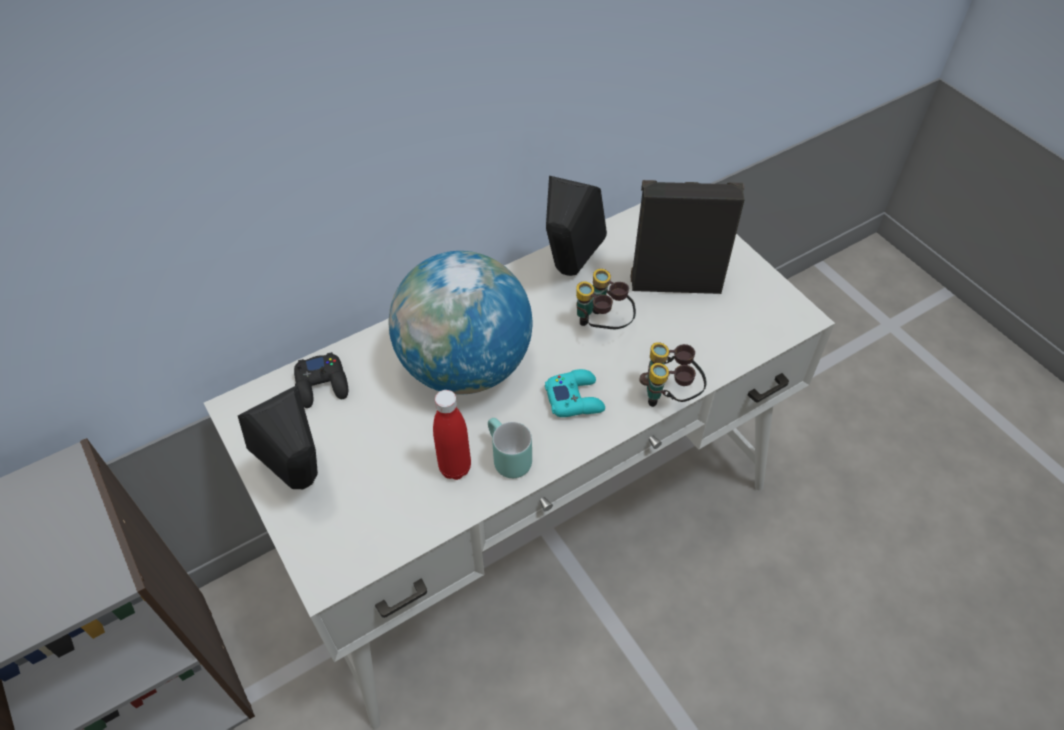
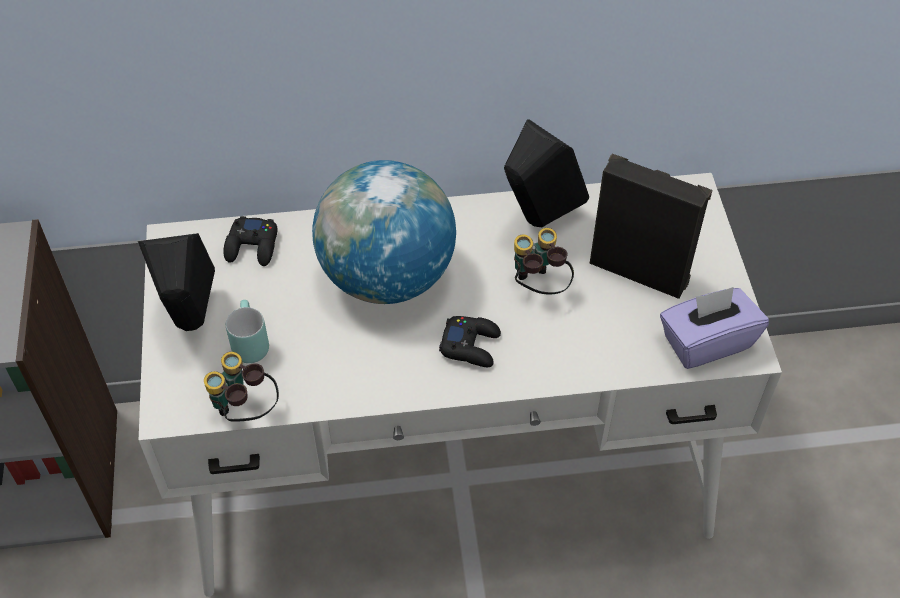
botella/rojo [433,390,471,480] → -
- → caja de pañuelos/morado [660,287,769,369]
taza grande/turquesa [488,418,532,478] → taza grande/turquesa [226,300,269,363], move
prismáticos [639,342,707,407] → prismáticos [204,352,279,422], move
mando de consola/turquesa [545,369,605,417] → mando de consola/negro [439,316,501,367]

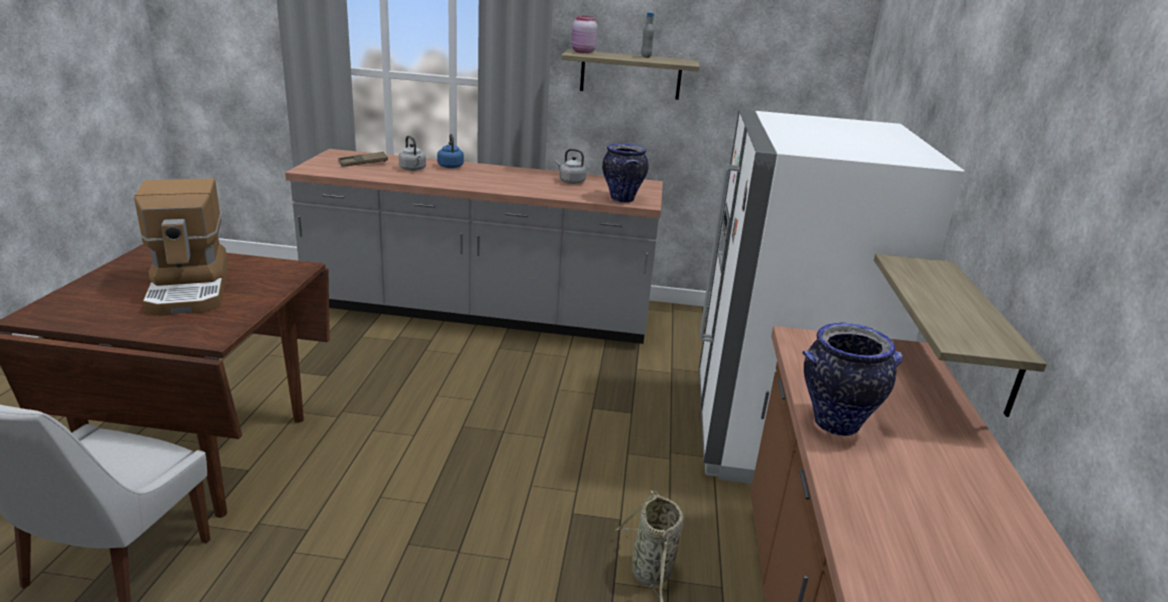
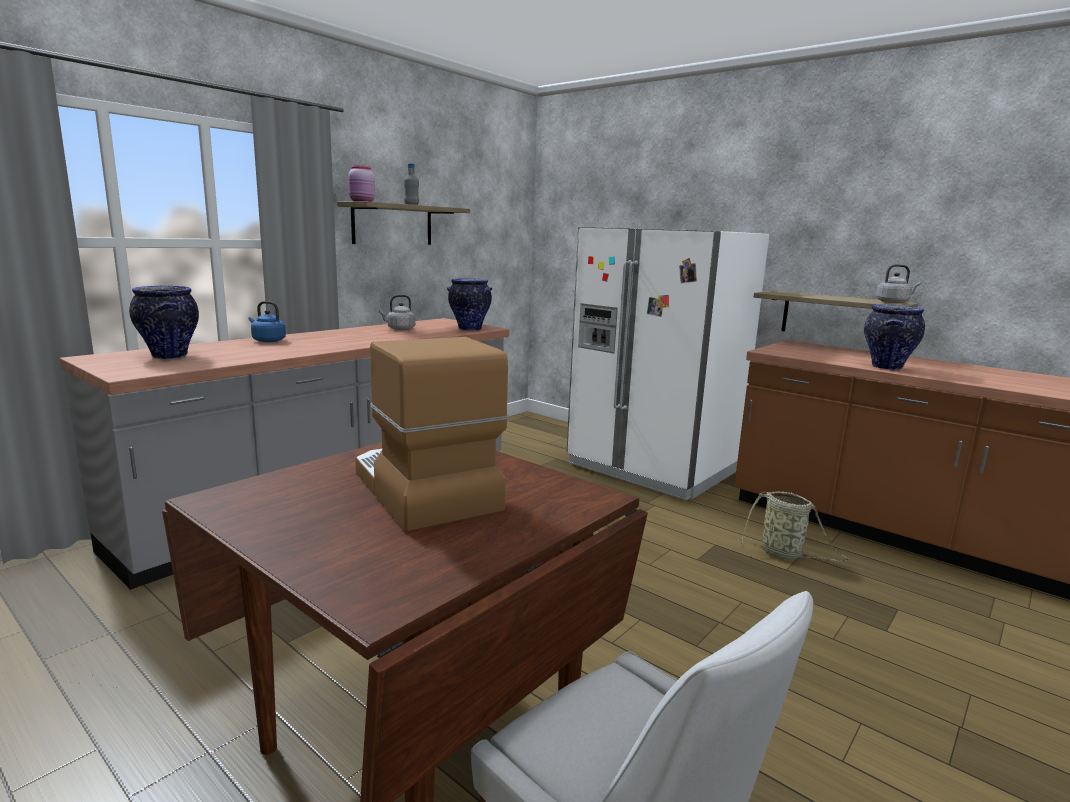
hervidor/gris [399,136,426,171] → hervidor/gris [876,264,921,303], move
bandeja/marrón [338,152,388,166] → florero [129,286,199,359]
cafetera [134,178,228,316] → cafetera [355,337,508,532], 135 degrees counterclockwise

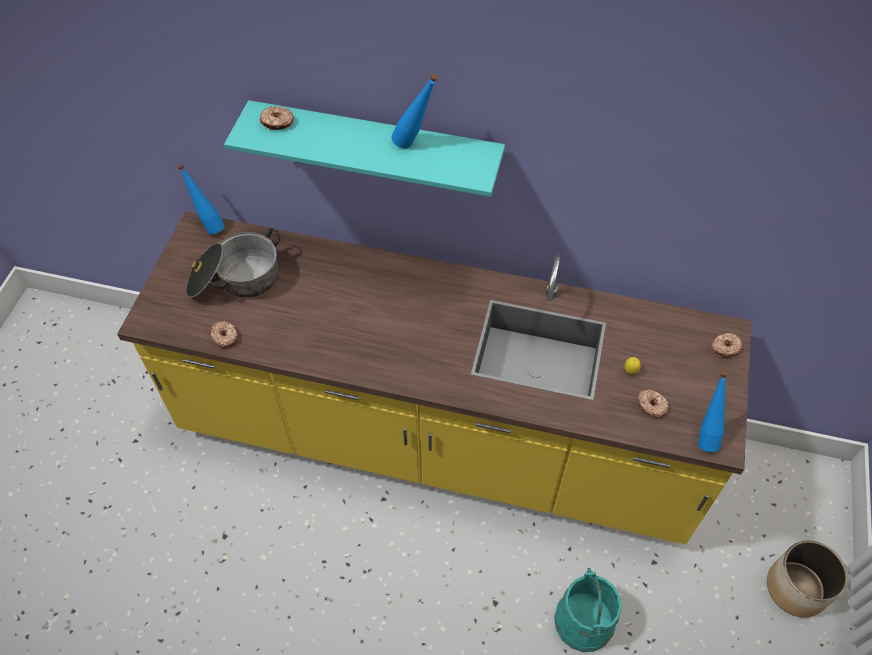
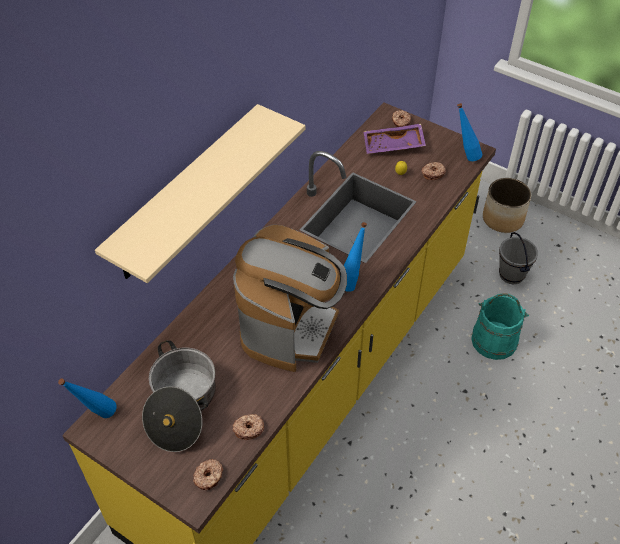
- → cafetera [233,225,347,372]
- → bandeja/morado [364,124,426,154]
- → cubo/gris [499,232,538,284]
rosquilla [259,106,294,130] → rosquilla [193,459,223,490], move
botella/azul [391,74,438,149] → botella/azul [344,222,367,292], move
estante/turquesa [224,100,505,197] → estante/beis [95,104,306,283]

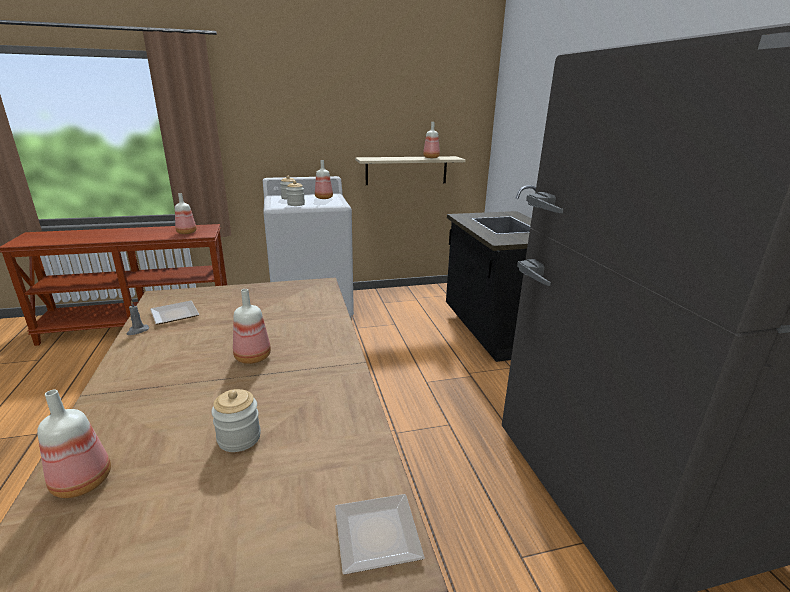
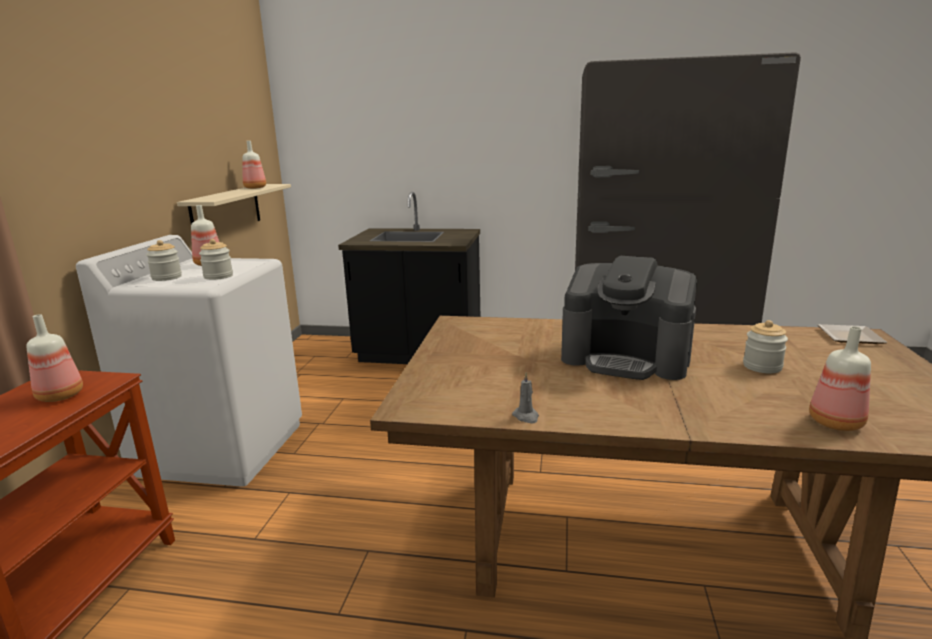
plato [150,301,200,325] → -
botella [233,289,271,364] → cafetera [561,256,697,380]

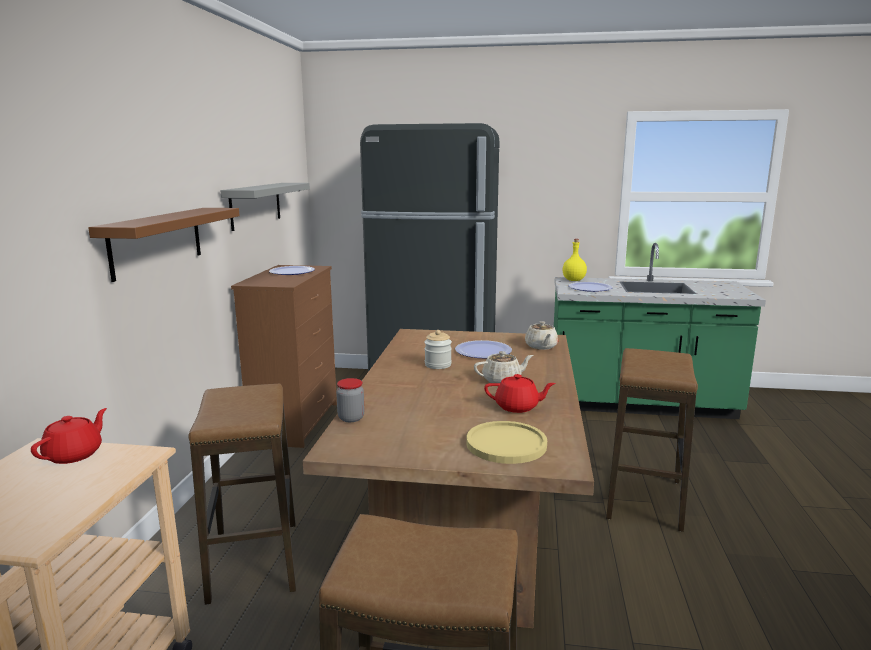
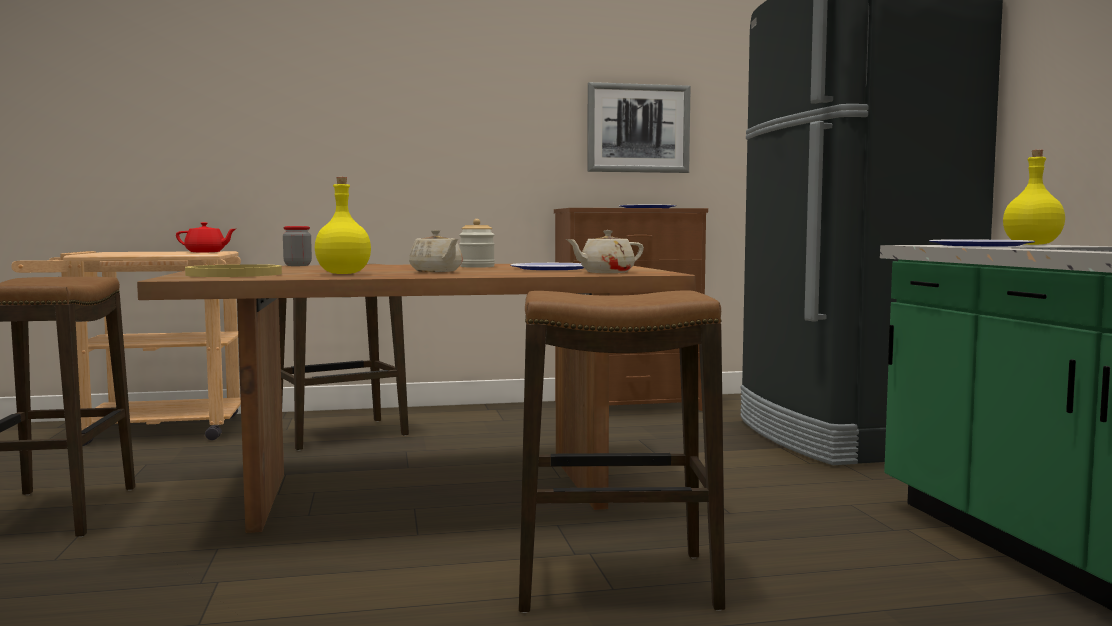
estante/marrón [88,208,240,282] → -
estante/gris [220,183,310,231] → cuadro [587,82,690,173]
tetera/rojo [484,374,556,413] → botella/amarillo [315,177,371,274]

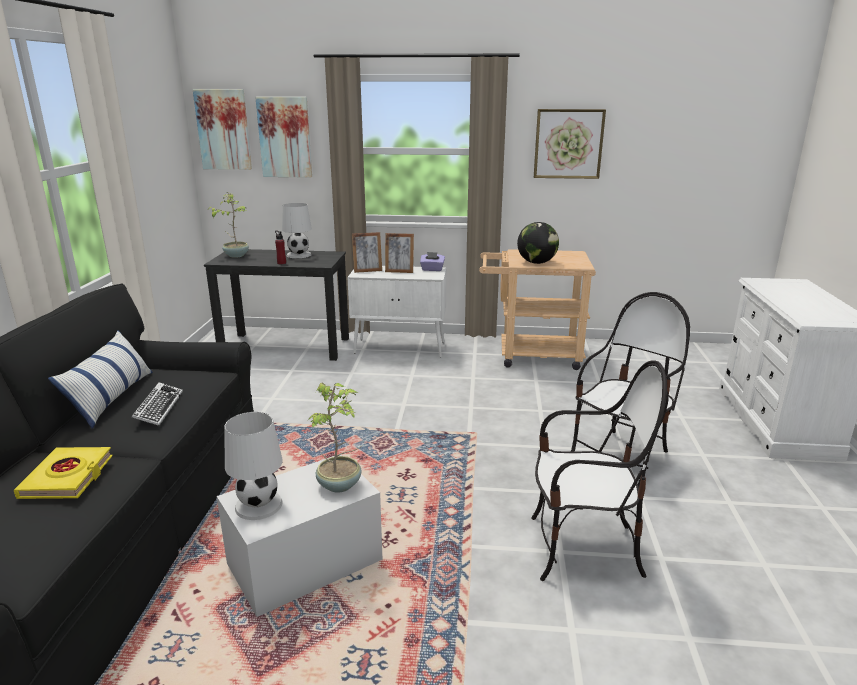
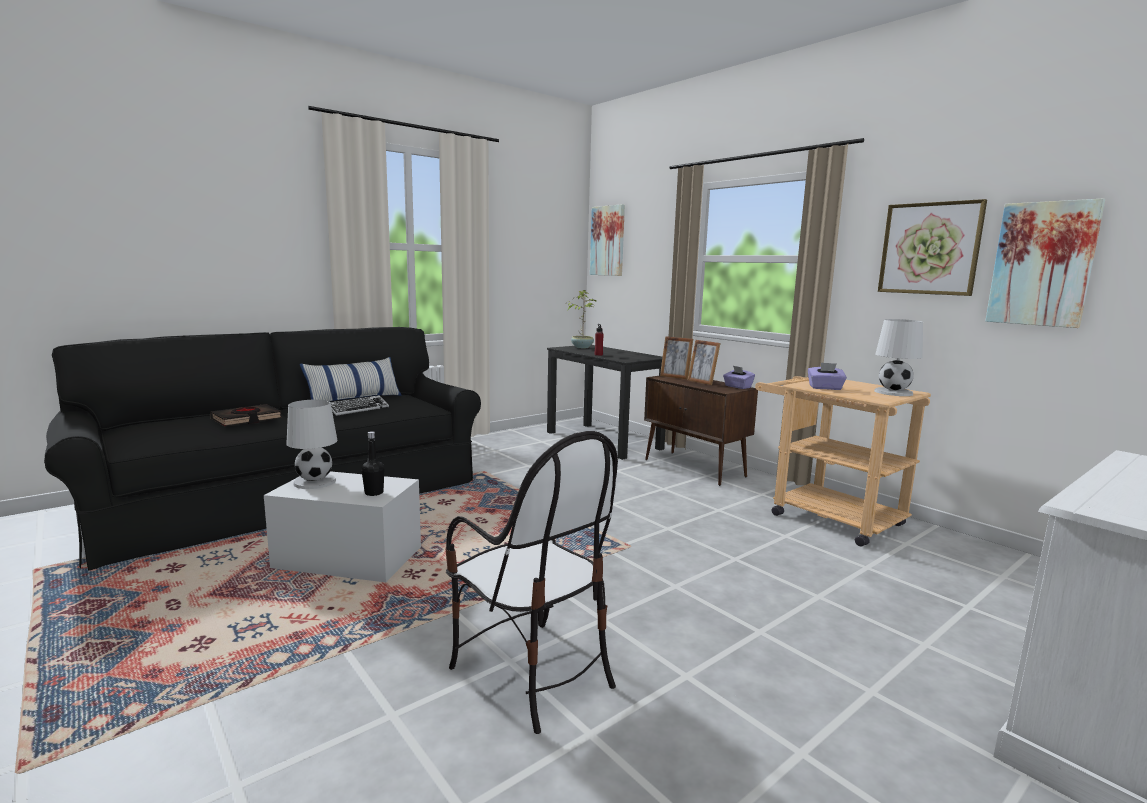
silla [571,292,690,487] → -
cuadro [255,97,312,178] → cuadro [985,198,1105,328], move
lámpara de mesa/blanco [282,203,312,258] → lámpara de mesa/blanco [874,319,923,396], move
planta en maceta [308,382,362,493] → botella/negro [361,431,385,496]
globo terráqueo [517,222,559,264] → caja de pañuelos/morado [808,362,847,390]
libro/amarillo [14,447,113,499] → libro/negro [210,404,282,427]
armario/blanco [347,266,447,357] → armario/marrón [644,376,758,486]

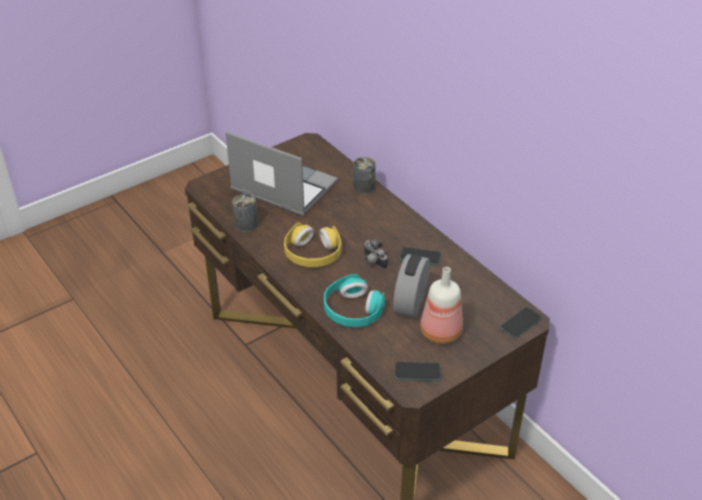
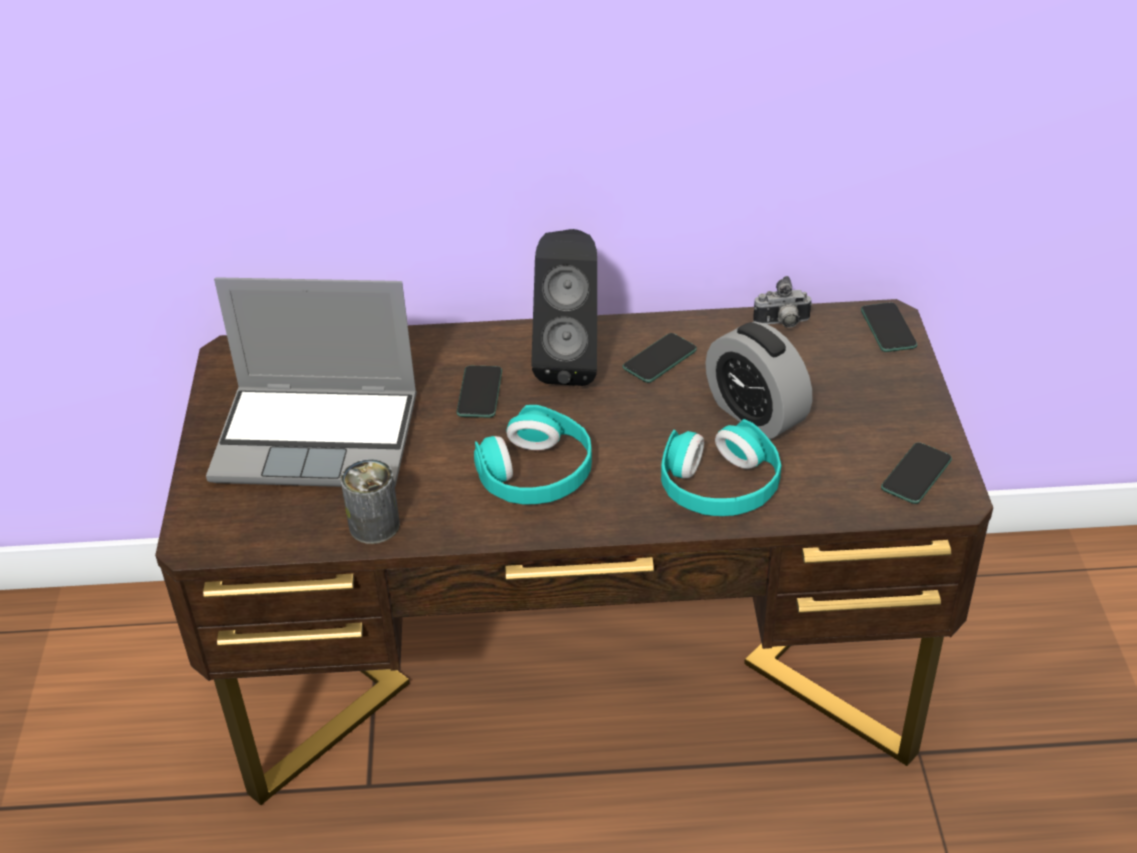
lata [353,157,376,194] → -
botella [420,267,463,344] → -
- → móvil [457,366,502,418]
- → altavoz/negro [531,229,597,386]
cámara [364,239,387,269] → cámara [753,276,812,328], move
auriculares/amarillo [284,222,342,267] → auriculares/turquesa [474,405,592,505]
portátil [226,131,338,216] → portátil [206,277,417,487], 150 degrees counterclockwise

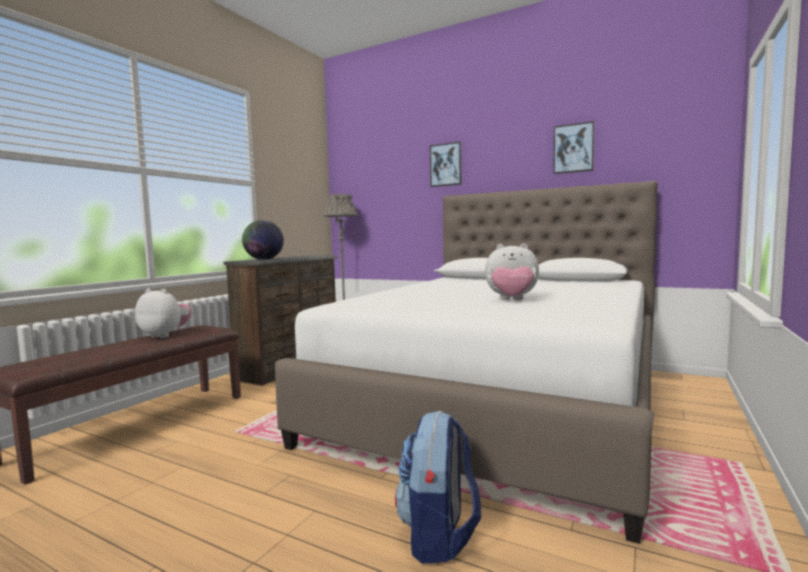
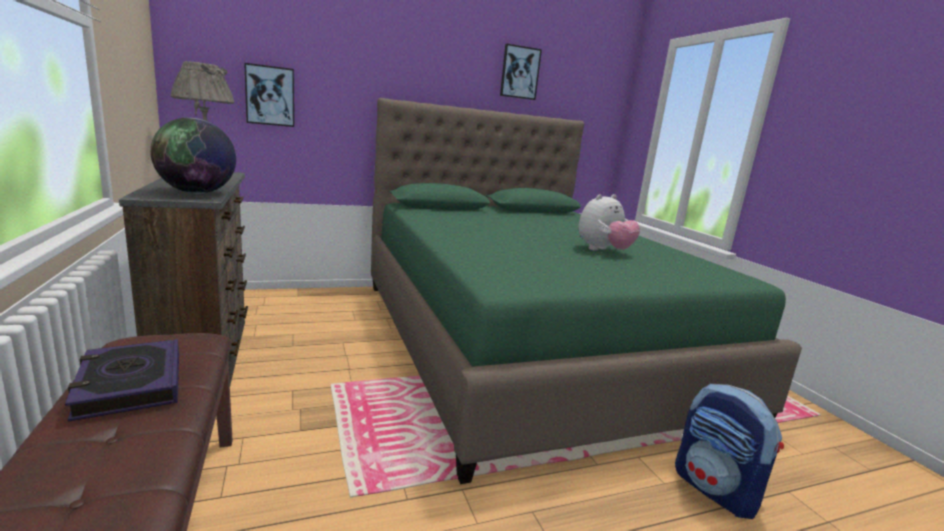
cuadro [430,142,462,187] → cuadro [244,63,294,127], move
peluche [135,288,192,338] → libro [65,339,179,422]
cama/blanco [275,181,658,544] → cama/verde [371,98,802,484]

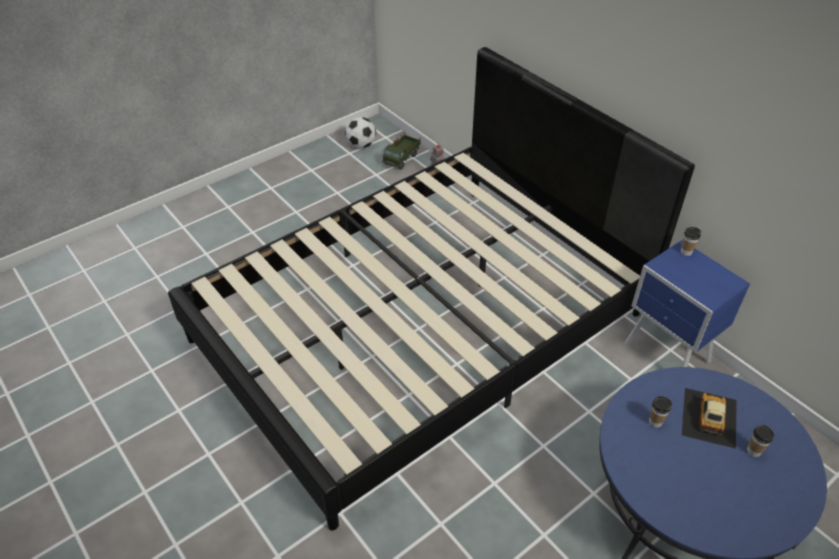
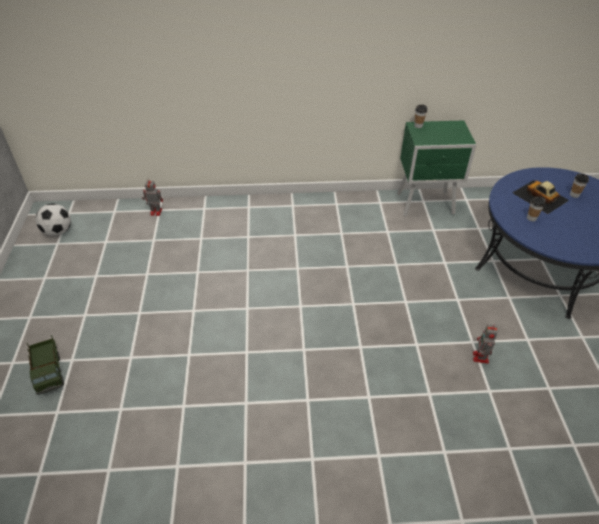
cama/negro [168,47,695,531] → -
- → robot de juguete [473,324,498,364]
camión de juguete [382,135,420,170] → camión de juguete [27,335,64,395], move
mesita de noche/azul [625,240,750,367] → mesita de noche/verde [397,120,477,216]

